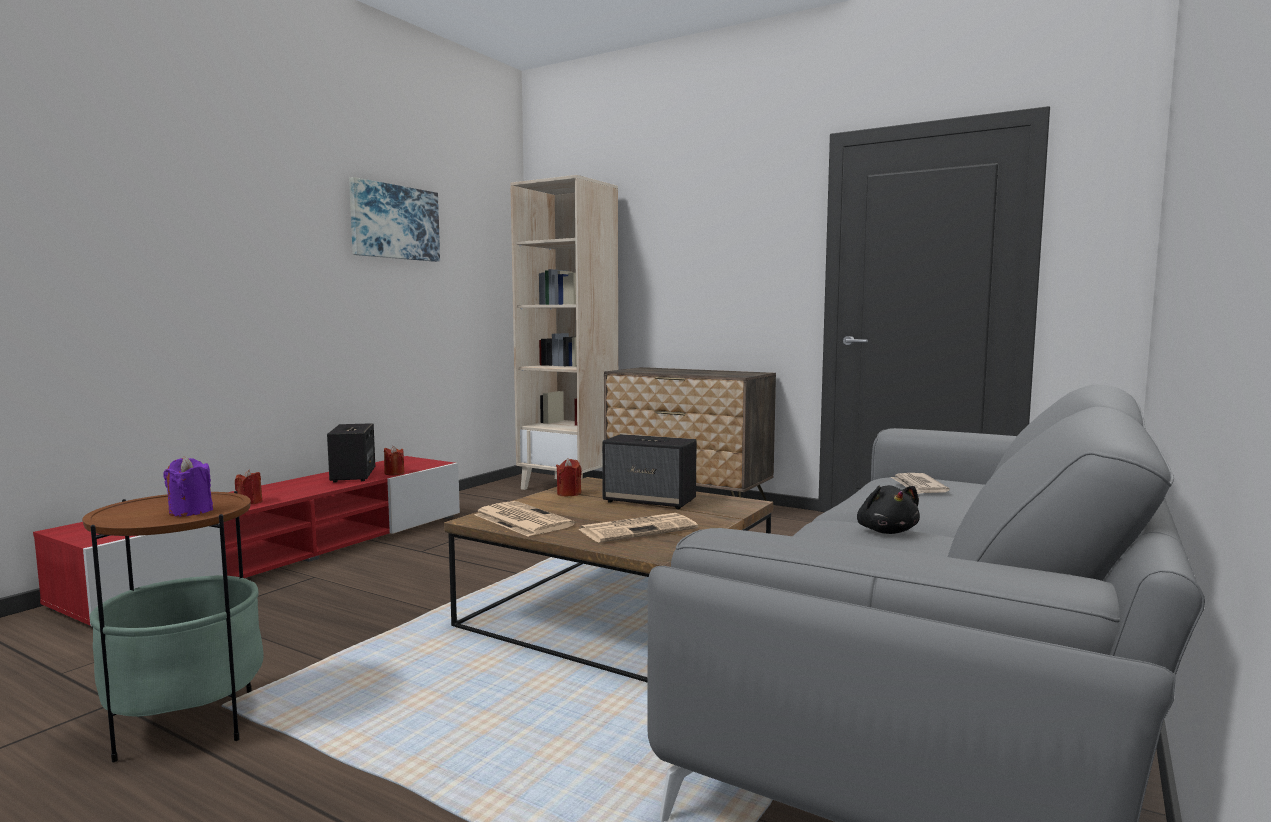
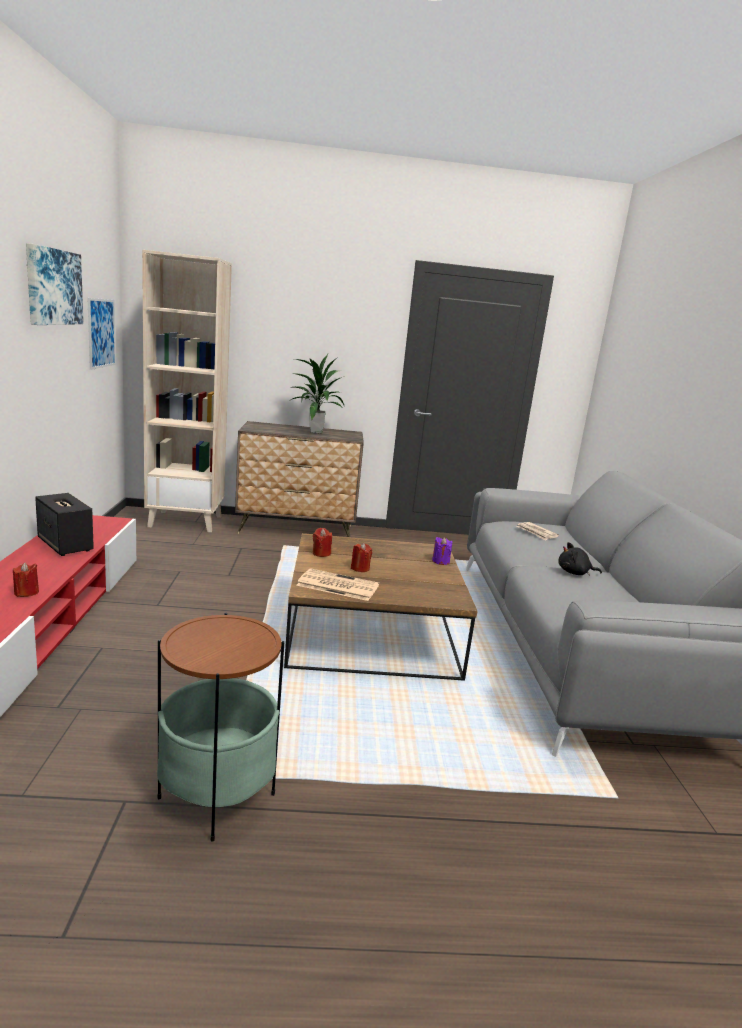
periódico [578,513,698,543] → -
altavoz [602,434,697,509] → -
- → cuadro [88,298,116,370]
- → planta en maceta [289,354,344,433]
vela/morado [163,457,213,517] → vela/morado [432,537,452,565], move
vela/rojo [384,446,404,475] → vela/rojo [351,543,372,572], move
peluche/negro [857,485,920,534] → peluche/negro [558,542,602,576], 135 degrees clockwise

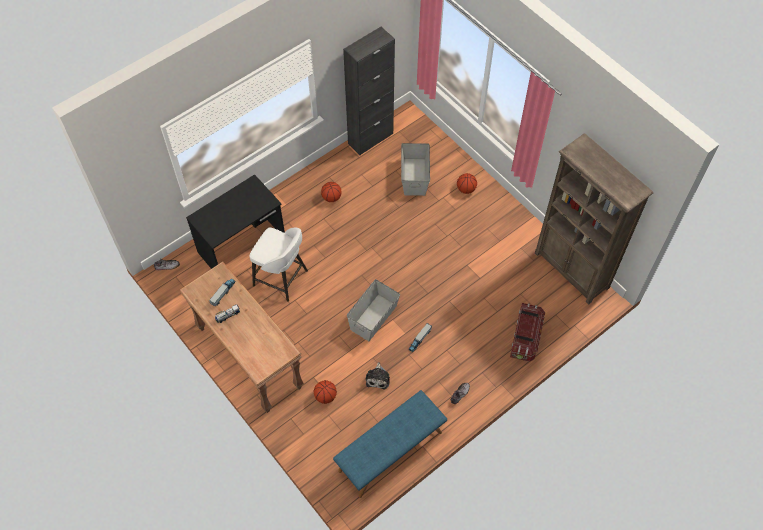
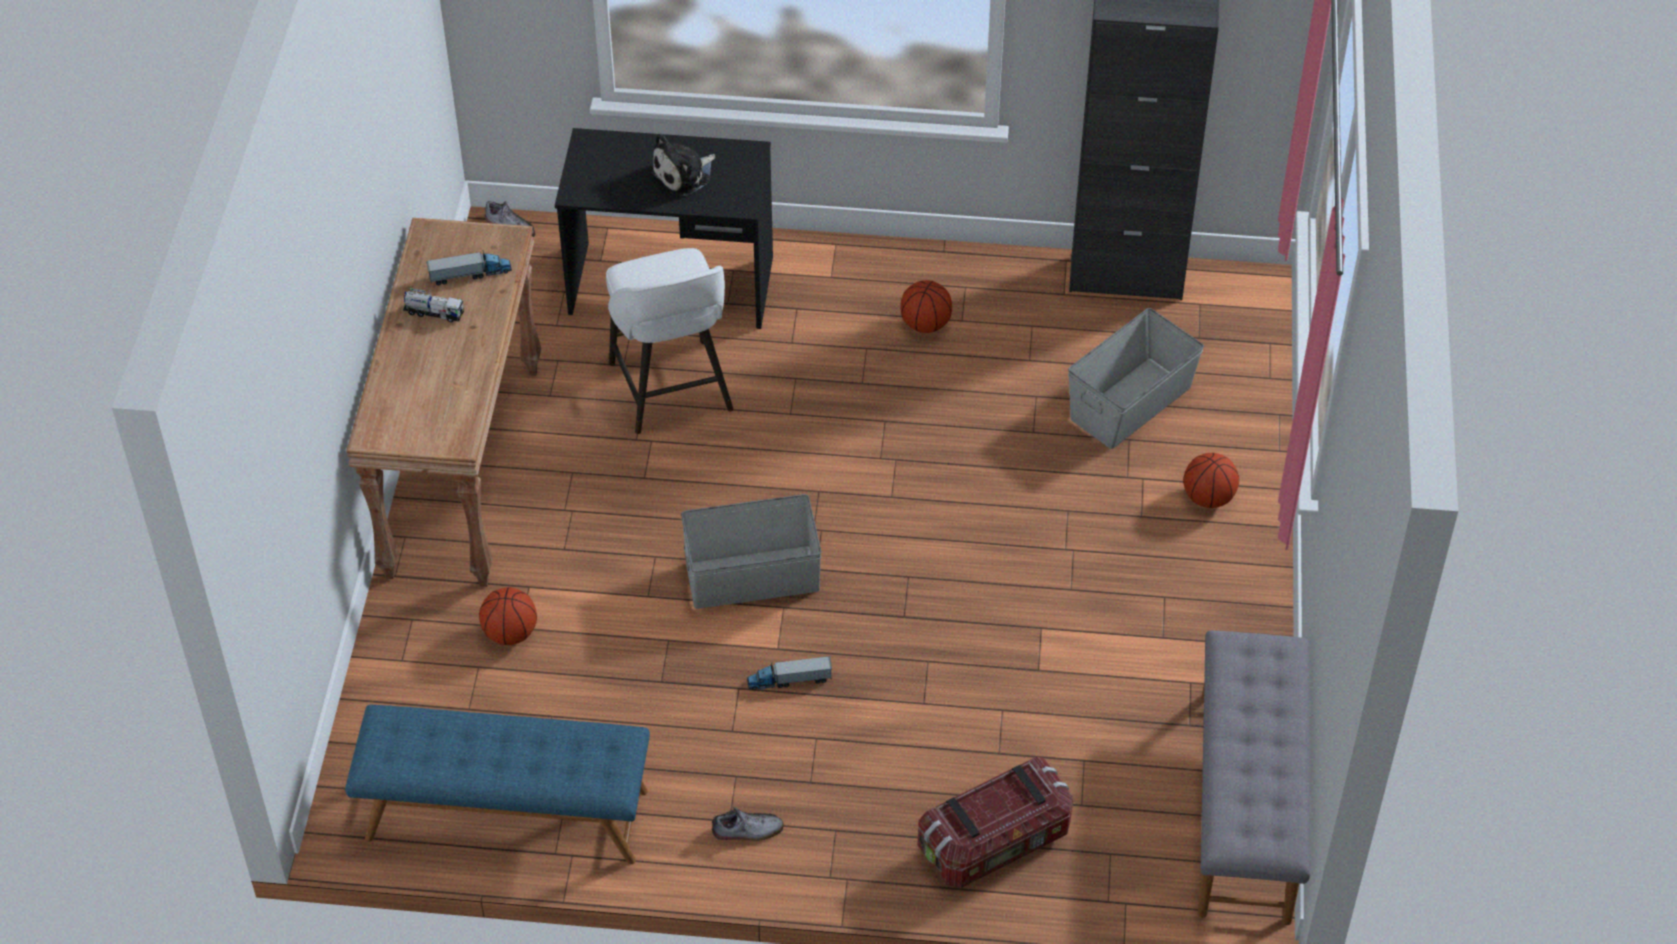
peluche [366,362,390,390] → peluche [650,133,715,196], move
estantería/marrón [535,133,653,305] → banco/gris [1198,630,1310,925]

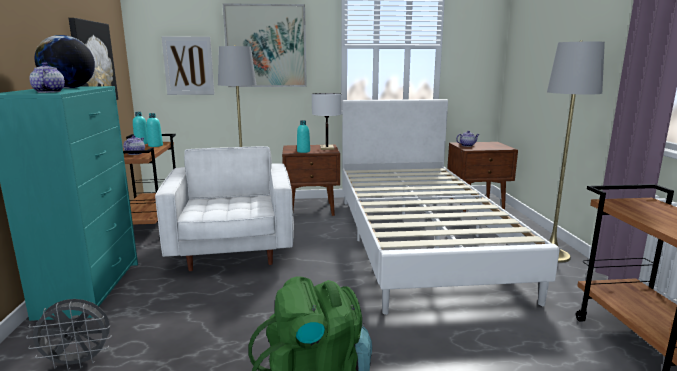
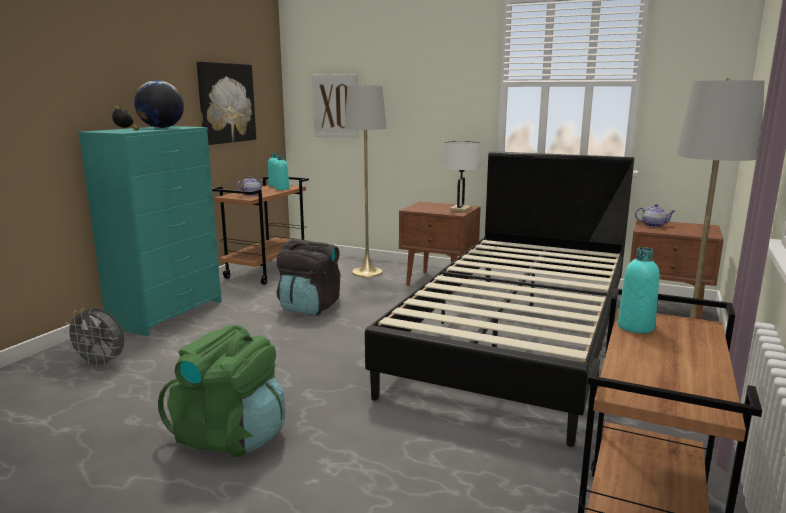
cuadro [223,3,307,87] → -
botella/turquesa [297,120,310,153] → botella/turquesa [618,247,660,333], move
tetera [29,62,65,93] → despertador [112,106,139,131]
sillón/blanco [155,146,294,271] → mochila/negro [277,239,340,315]
cama/blanco [342,99,560,315] → cama/negro [365,151,634,447]

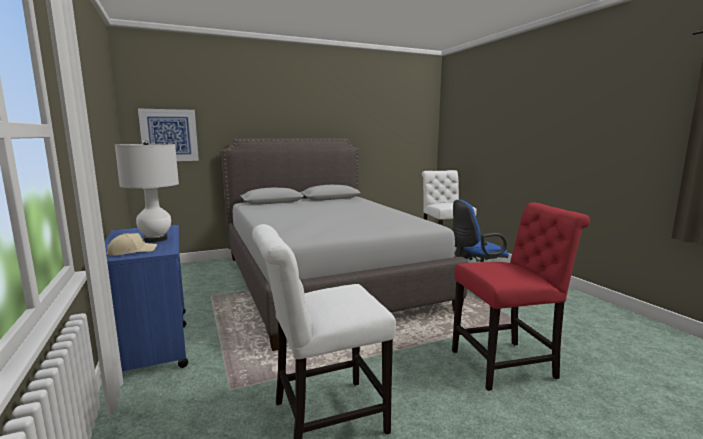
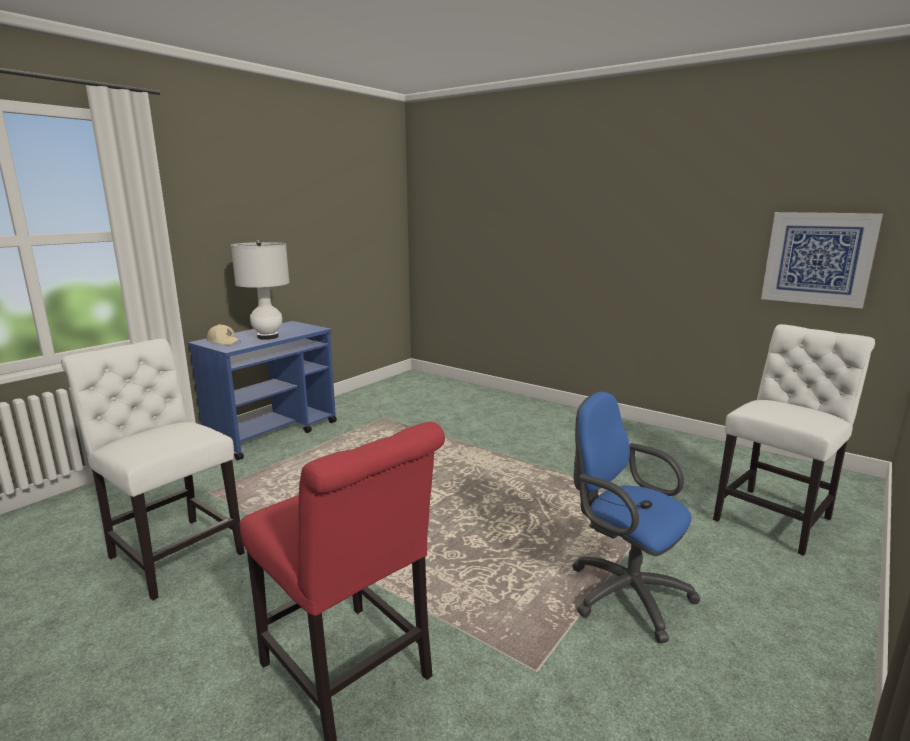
cama/gris [221,138,469,351] → -
cuadro [138,109,199,161] → cuadro [761,212,883,309], move

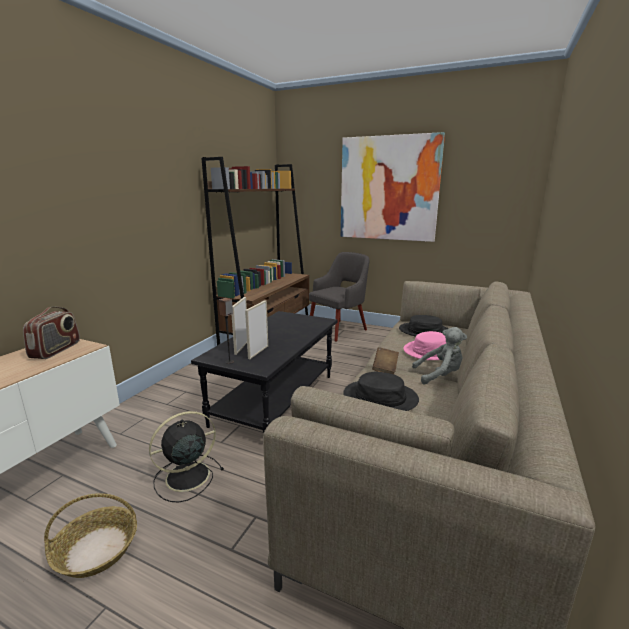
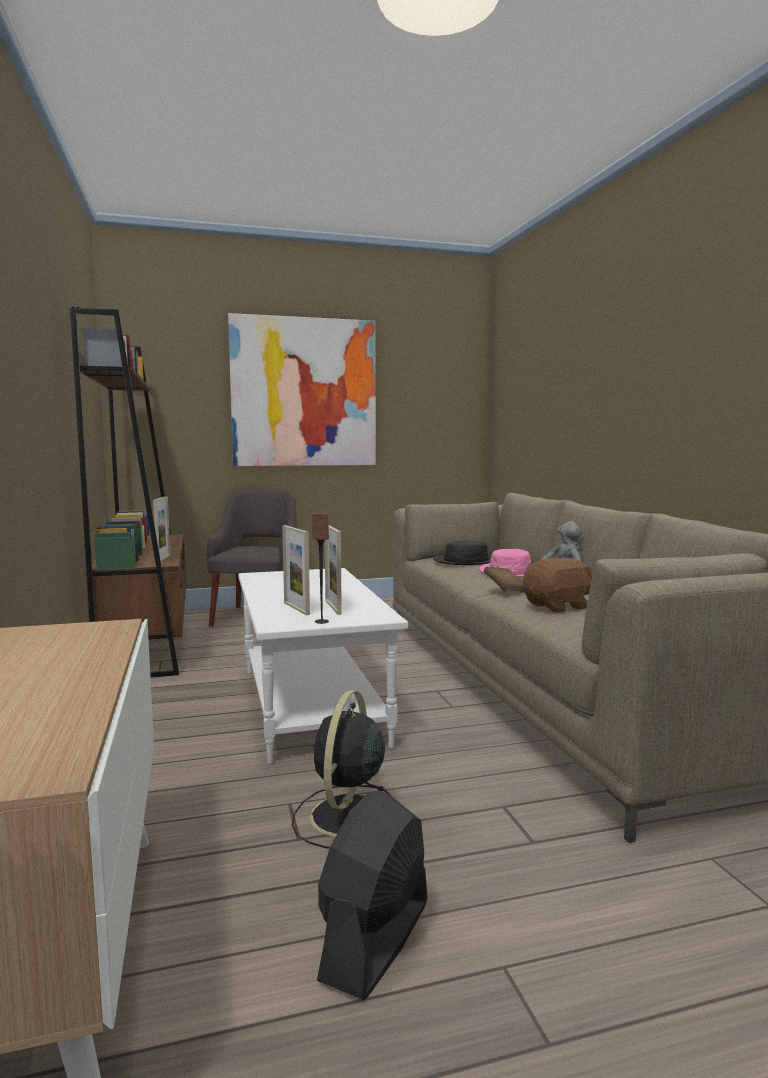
radio [23,306,80,359] → -
- → portarretratos [153,496,171,561]
cesta [44,493,137,578] → ventilador/negro [317,791,427,1000]
sombrero/negro [343,372,419,411] → peluche/marrón [523,558,594,613]
mesa de centro/negro [191,311,338,432] → mesa de centro/blanco [238,568,408,764]

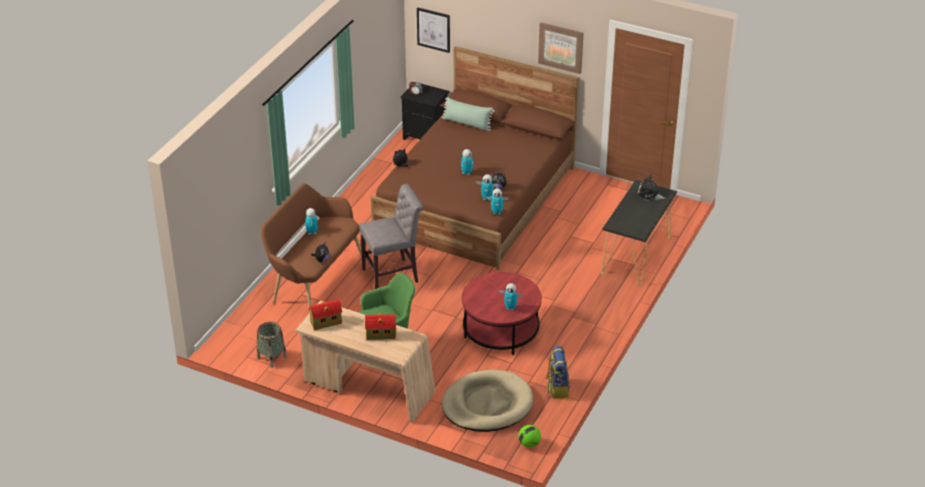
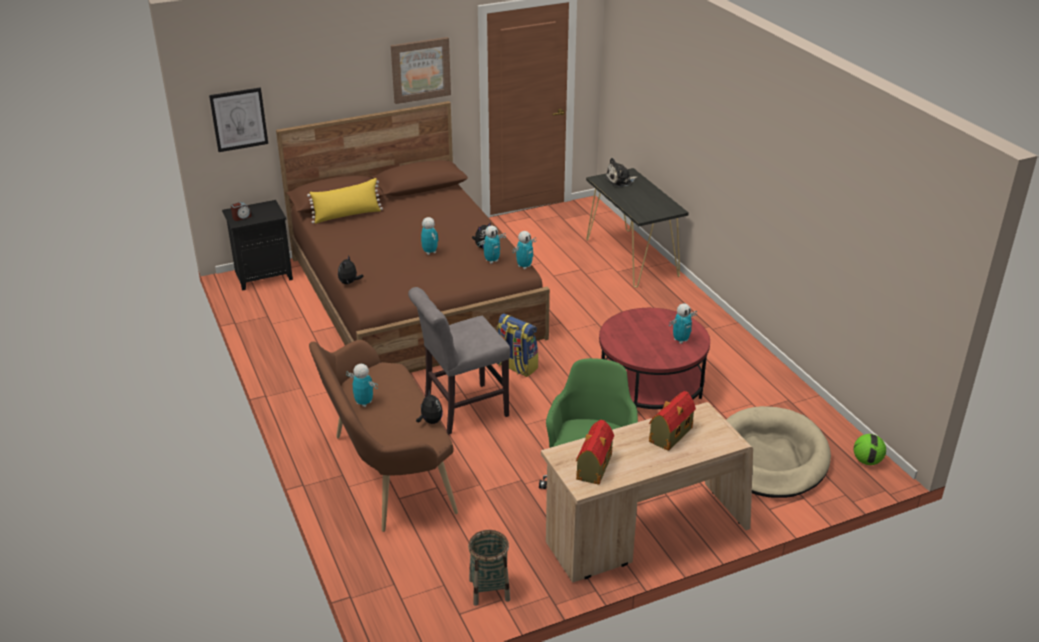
mochila [546,346,570,398] → mochila [497,313,538,377], move
cojín/verde [442,97,494,131] → cojín/amarillo [307,178,383,224]
silla/gris [359,184,423,289] → silla/gris [408,287,510,435], 135 degrees counterclockwise

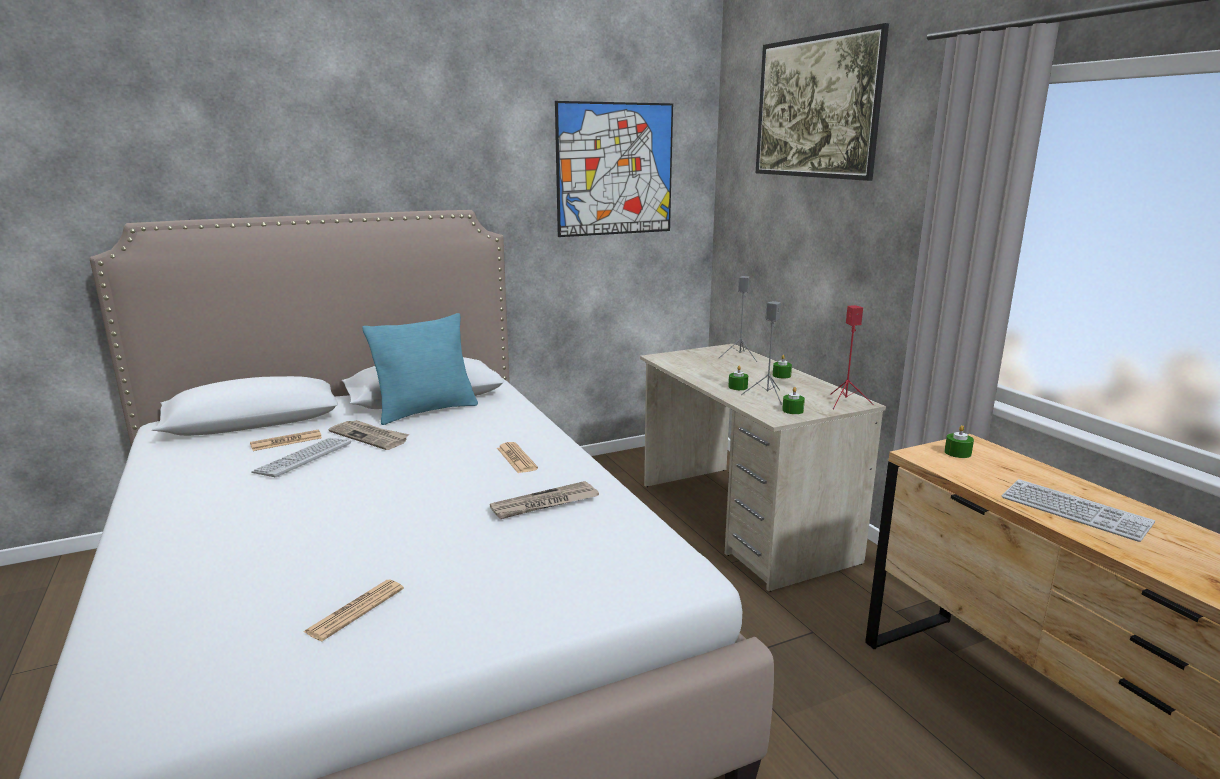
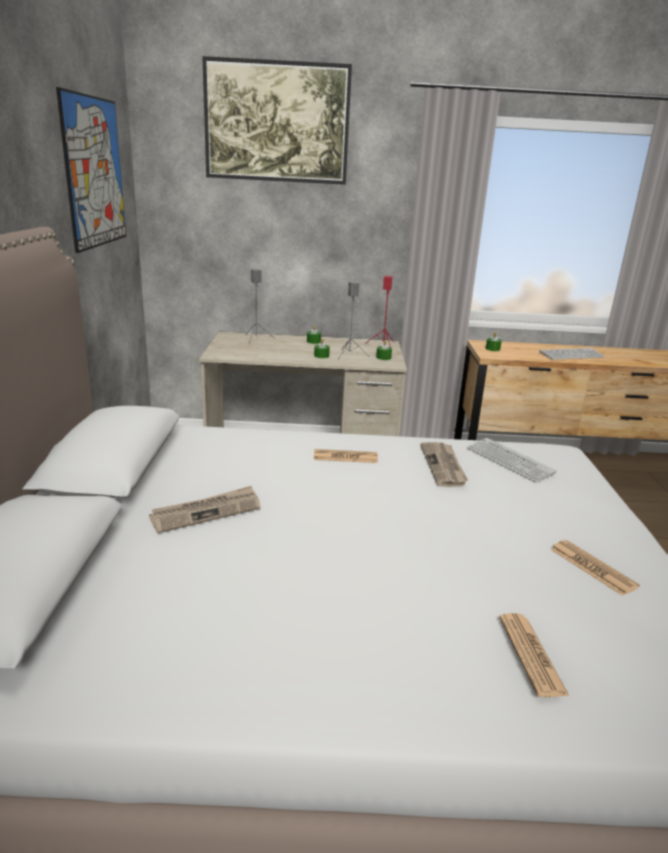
cojín/turquesa [362,313,478,425] → -
periódico [250,430,322,451] → periódico [499,613,569,697], move
teclado [251,438,351,477] → teclado [467,438,557,483], move

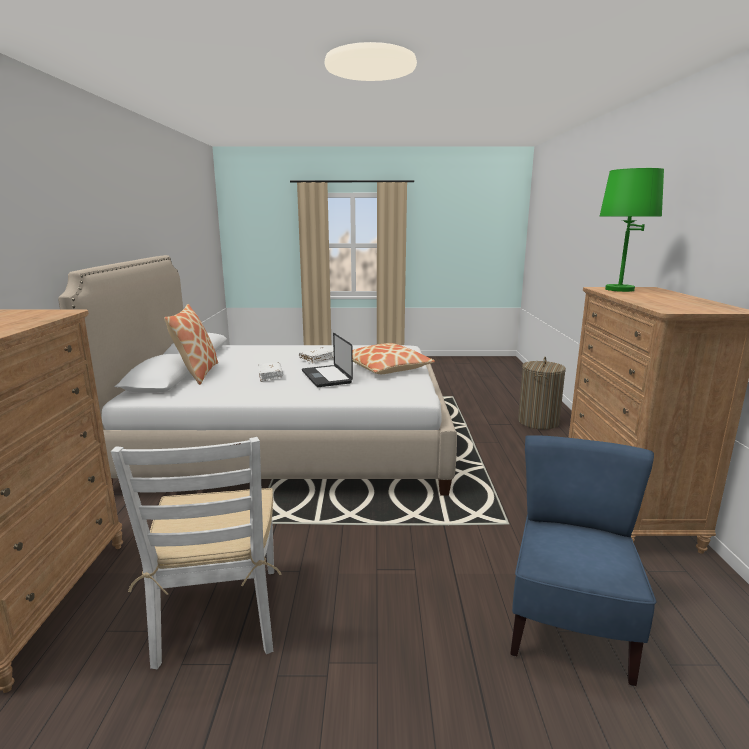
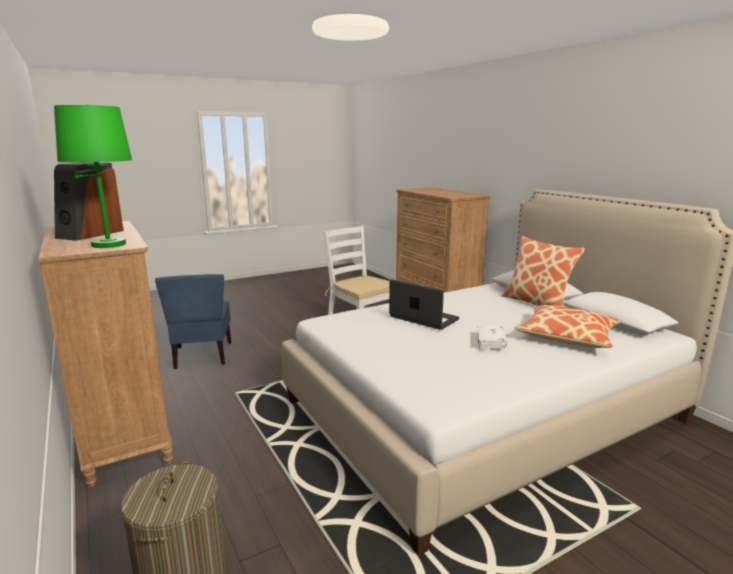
libro/blanco [258,362,283,382] → -
- → altavoz [54,162,124,241]
cojín [352,343,435,374] → cojín [514,305,621,348], move

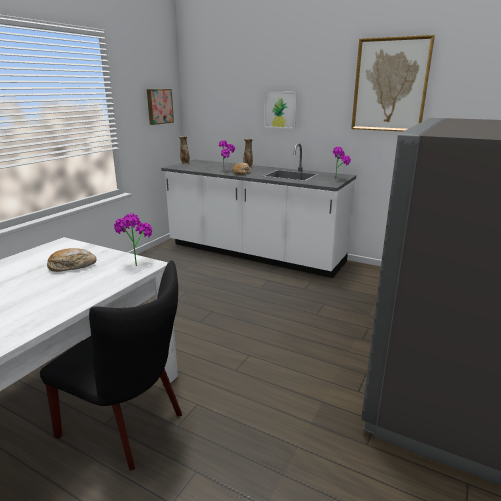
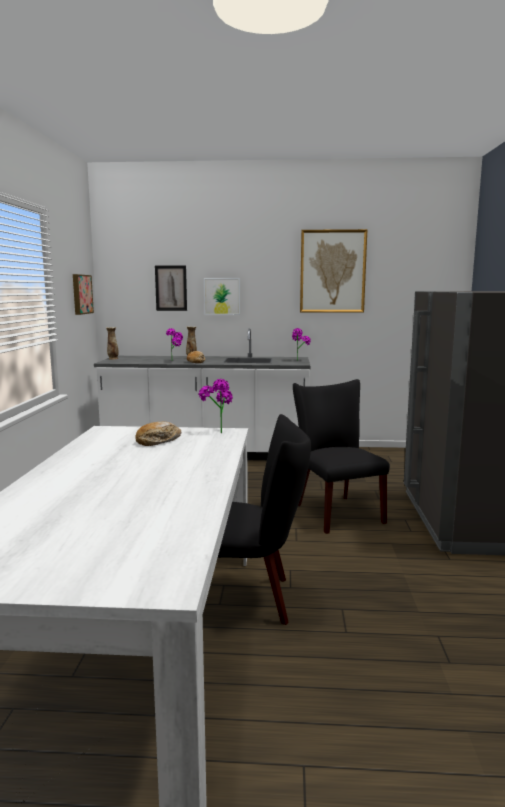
- → cuadro [155,265,187,311]
- → silla/negro [293,379,390,534]

